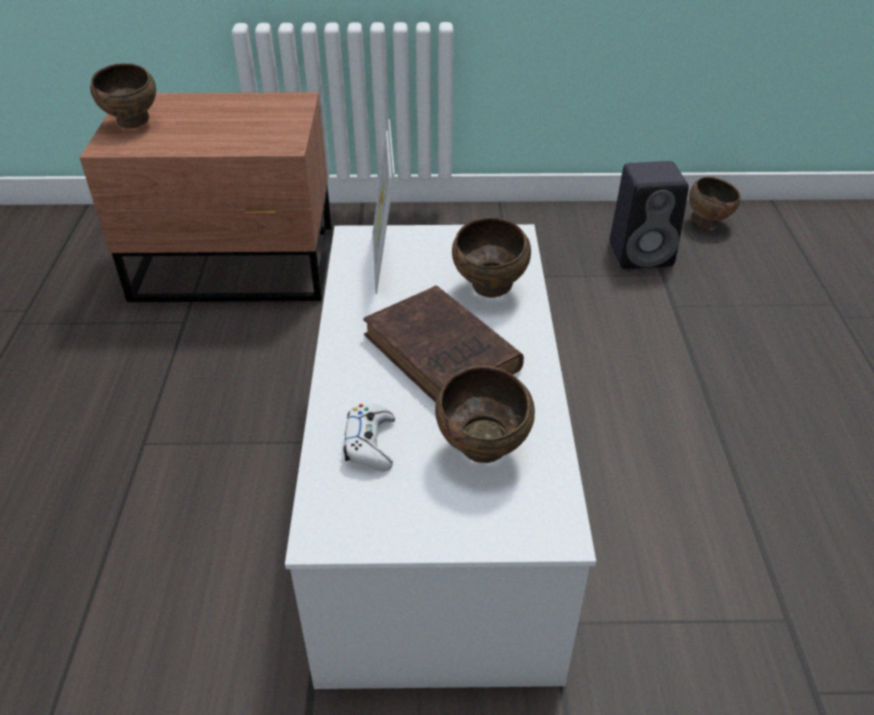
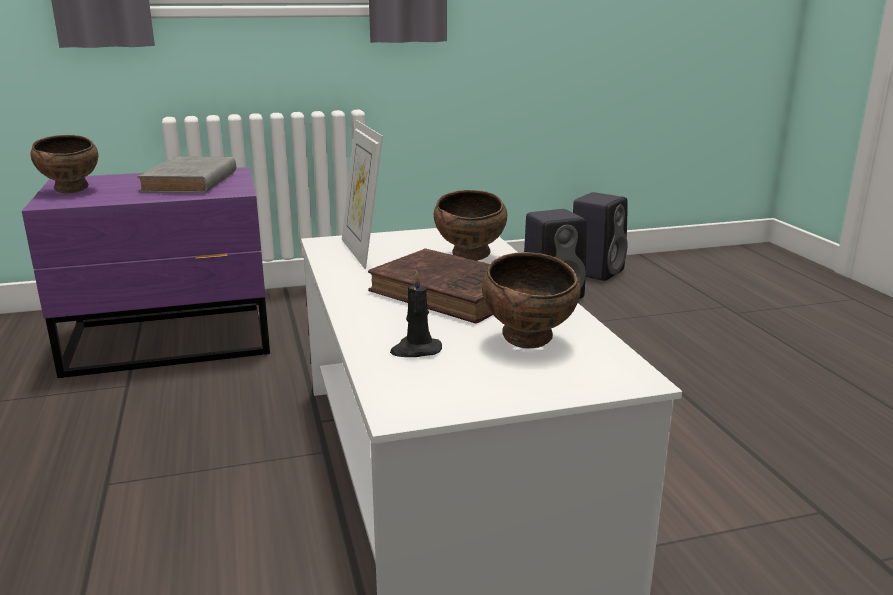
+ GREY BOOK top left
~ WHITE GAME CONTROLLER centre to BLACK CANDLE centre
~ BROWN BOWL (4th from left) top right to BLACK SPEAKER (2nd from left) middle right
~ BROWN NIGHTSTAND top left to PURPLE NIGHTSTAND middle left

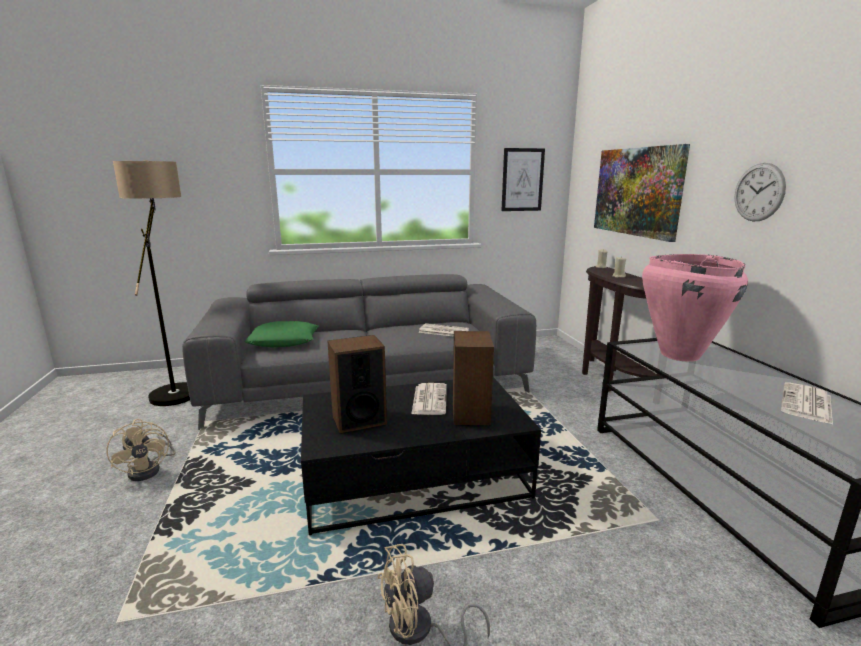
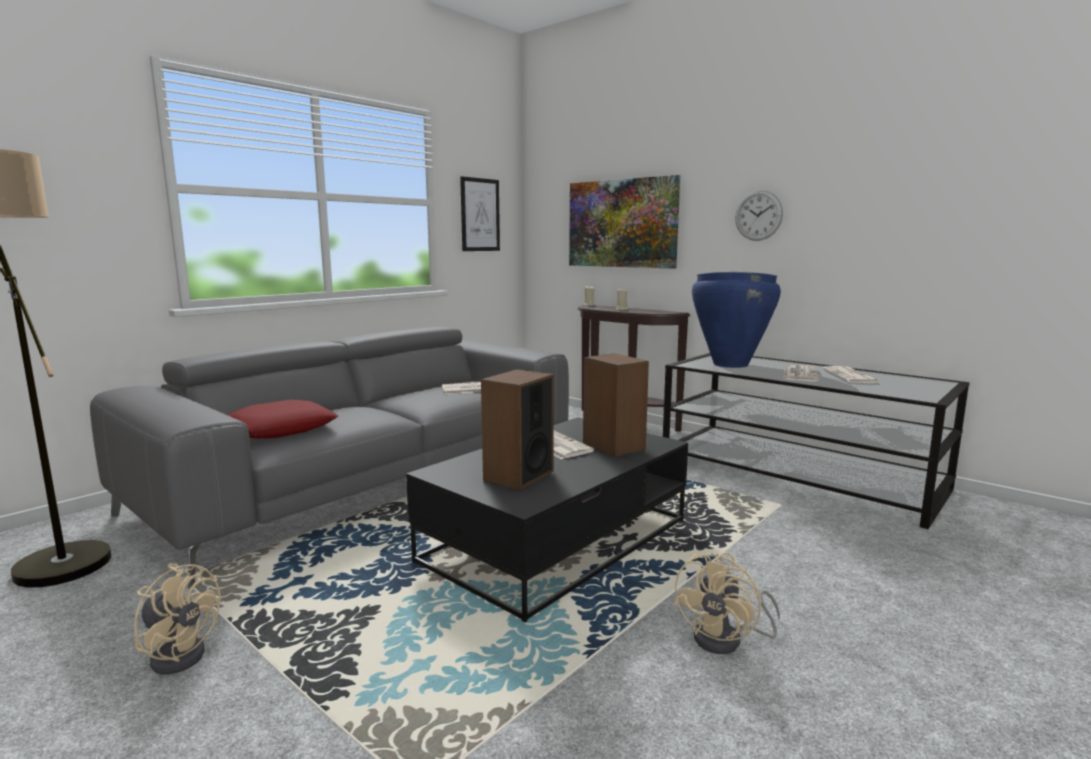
+ NEWSPAPER (3rd from left) middle right
~ GREEN PILLOW middle left to RED PILLOW middle left
~ PINK VASE middle right to BLUE VASE middle right

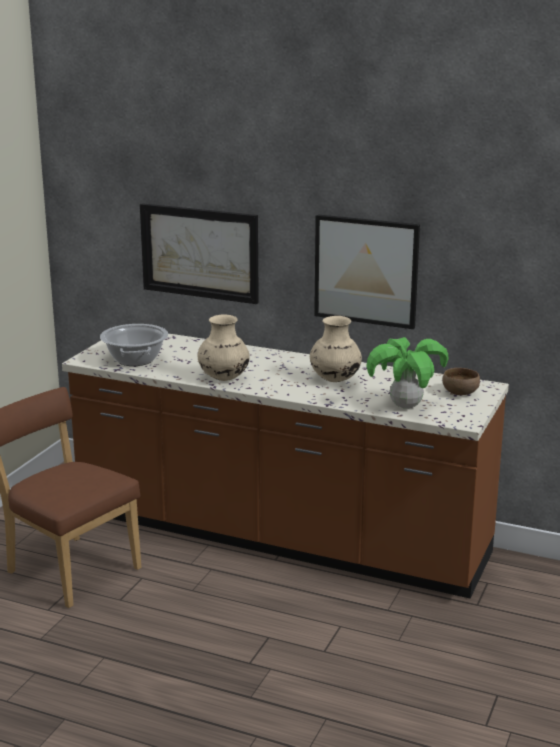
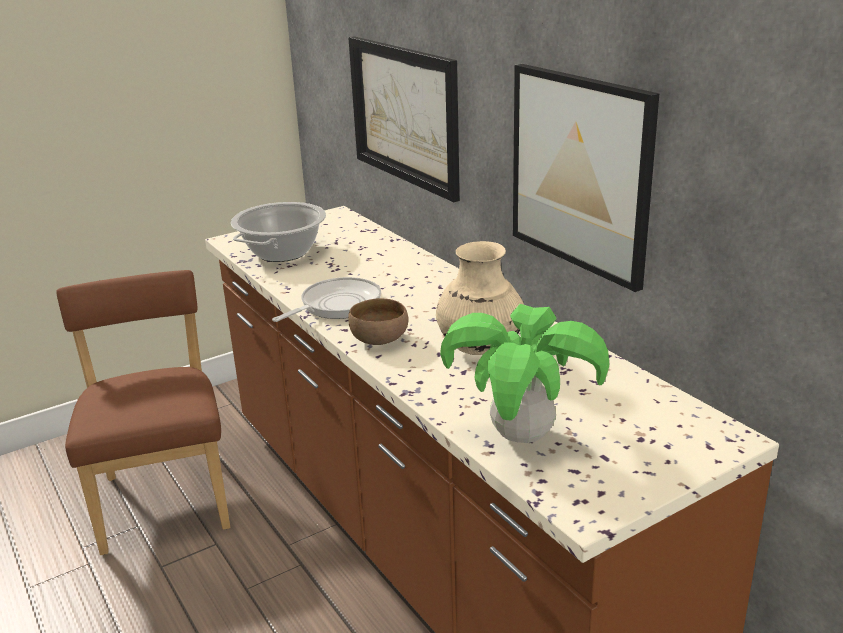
~ BROWN BOWL middle right to centre
~ BEIGE VASE (1st from left) centre to FRYING PAN centre

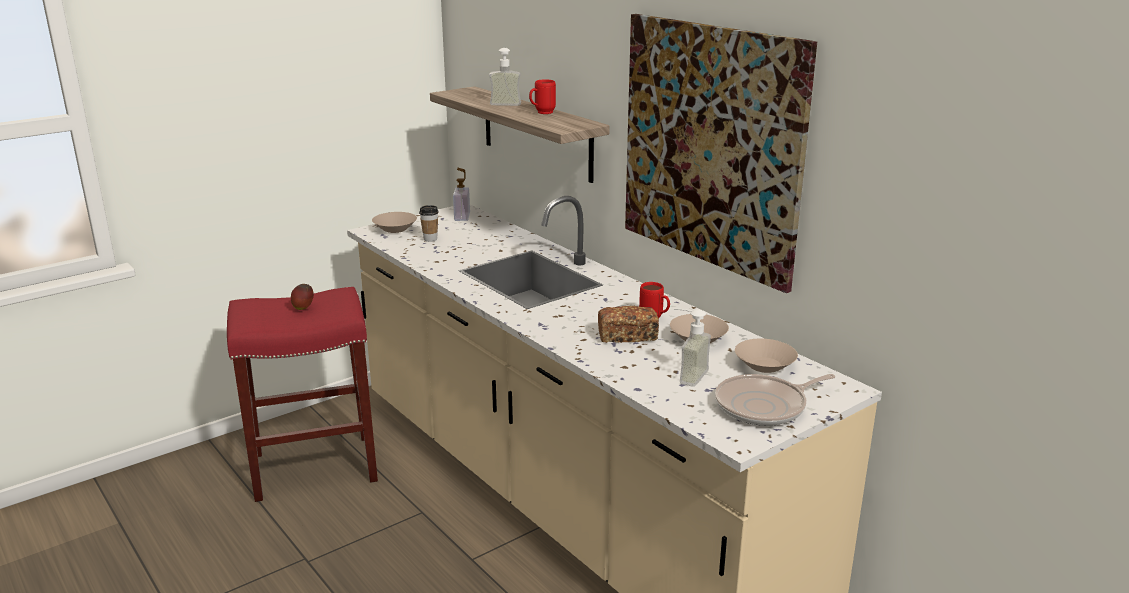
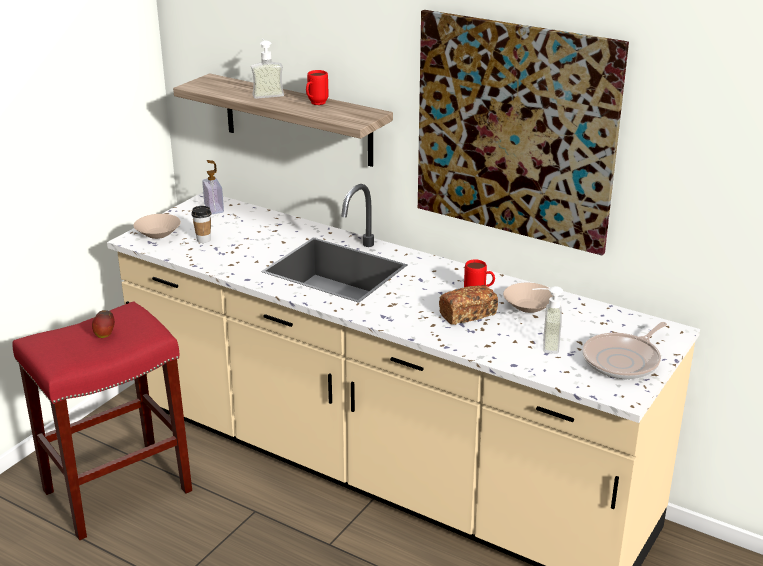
- BEIGE BOWL (3rd from left) middle right

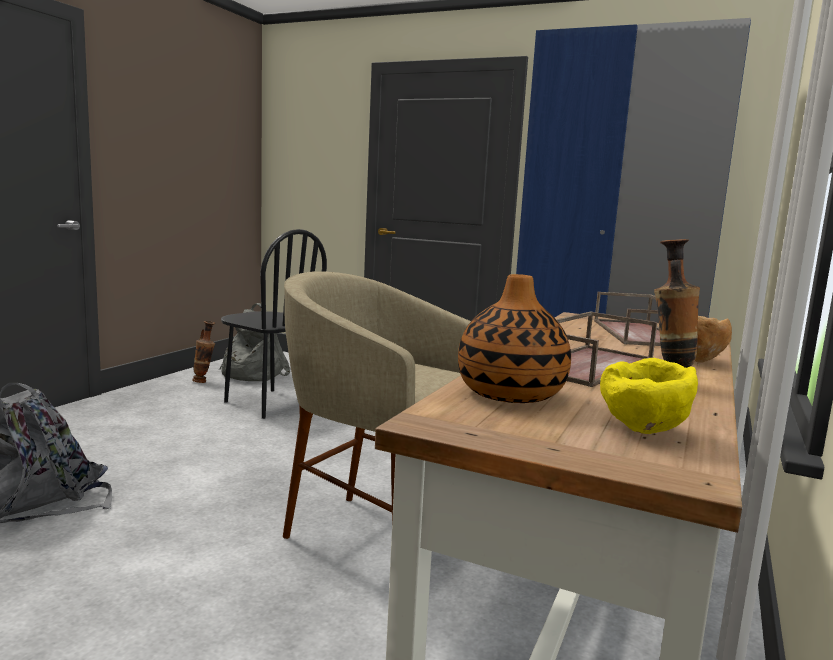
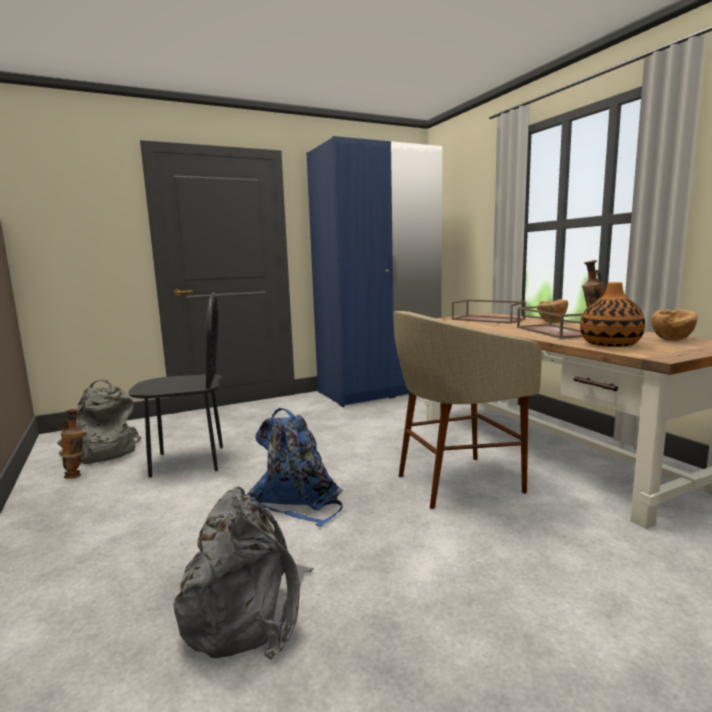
+ BLUE BACKPACK centre
~ YELLOW BOWL middle right to BROWN BOWL (2nd from left) middle right

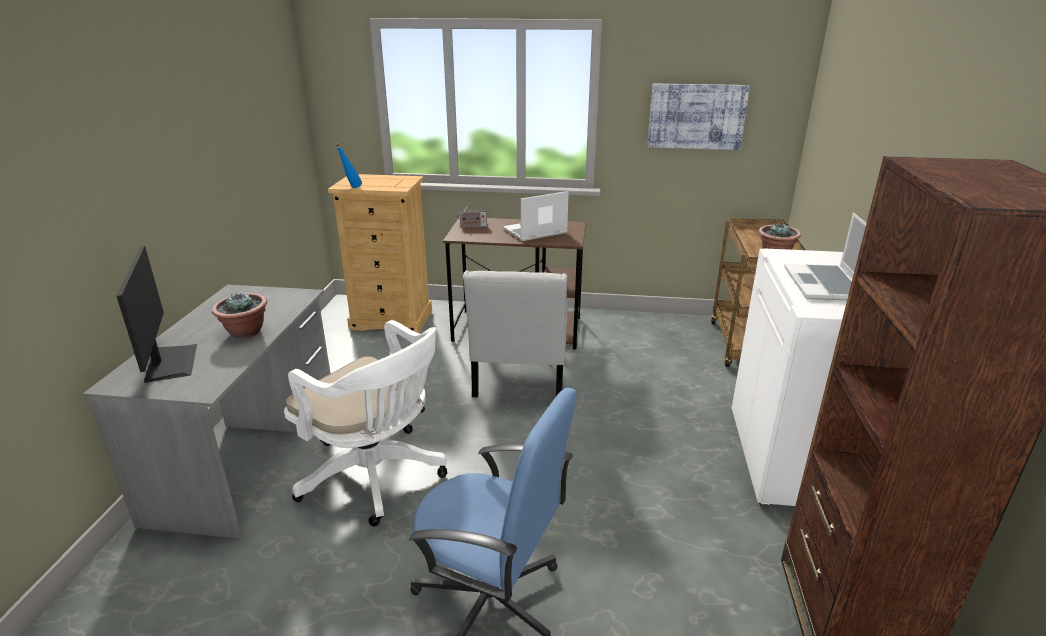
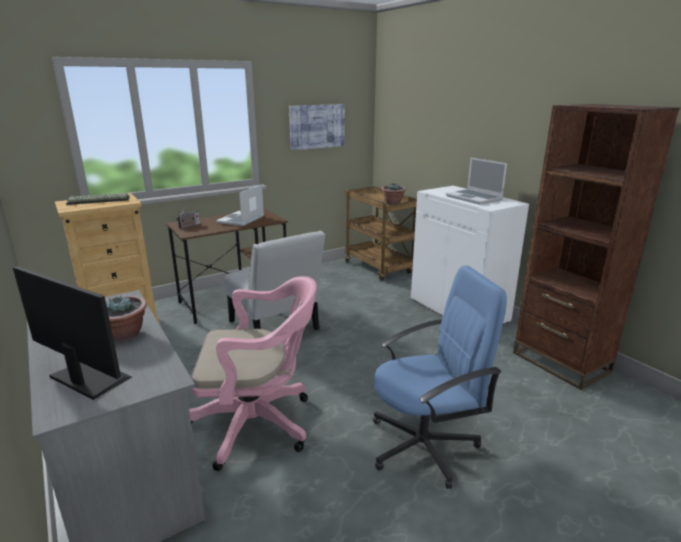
- BLUE BOTTLE top left
+ KEYBOARD middle left
~ WHITE OFFICE CHAIR centre to PINK OFFICE CHAIR bottom centre

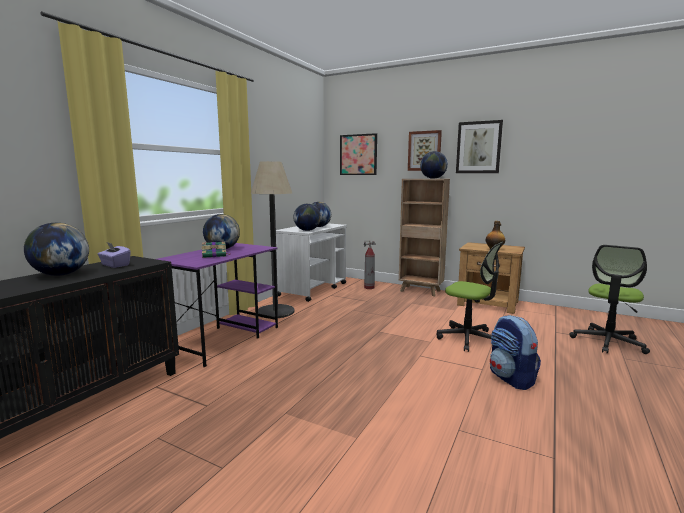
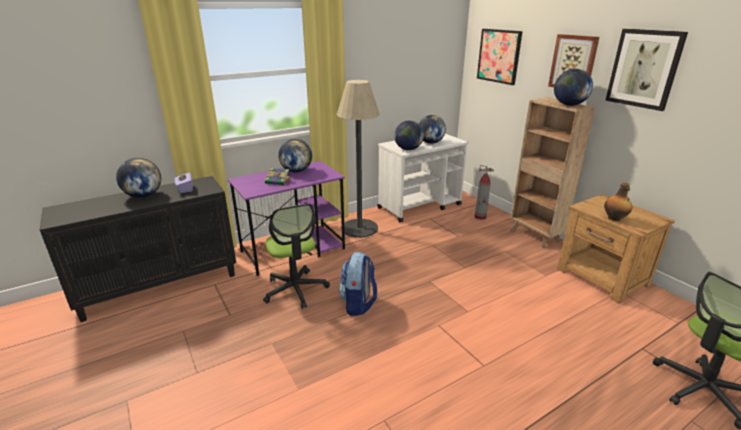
~ OFFICE CHAIR (1st from left) middle right to centre
~ BACKPACK bottom right to centre

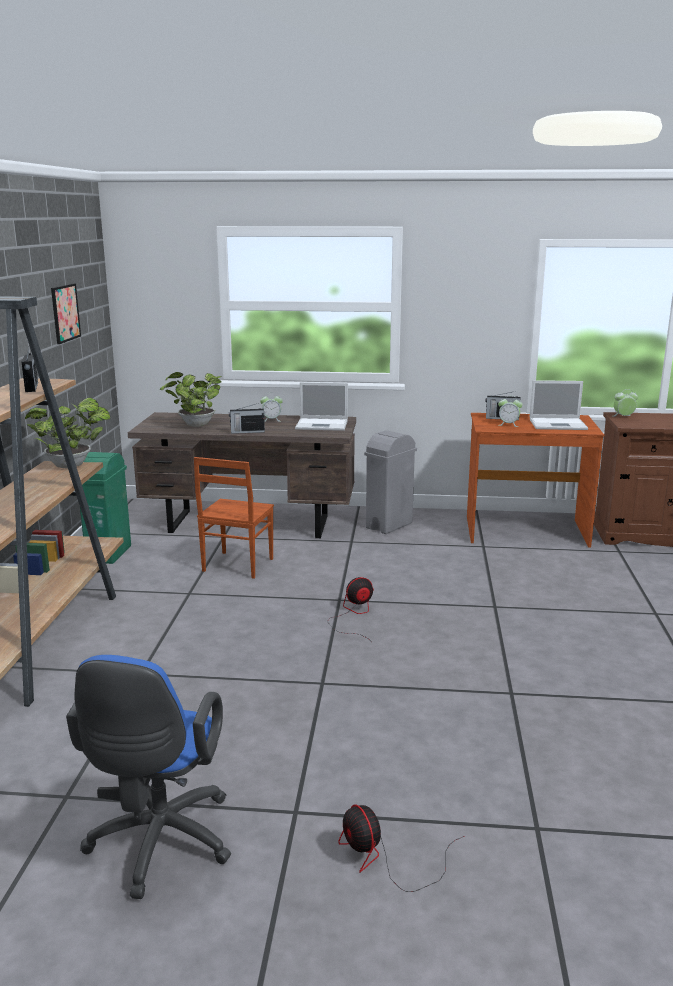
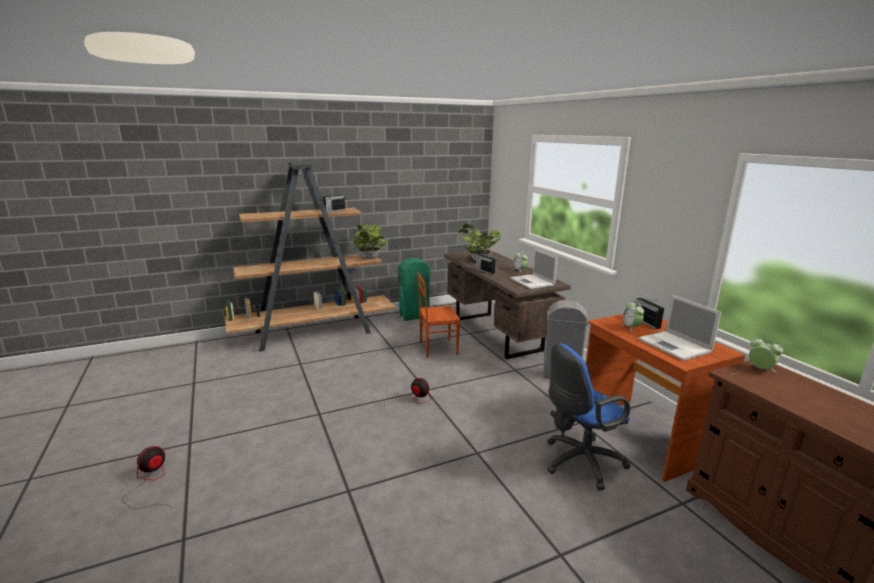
- PICTURE top left
~ BLUE OFFICE CHAIR bottom left to bottom right

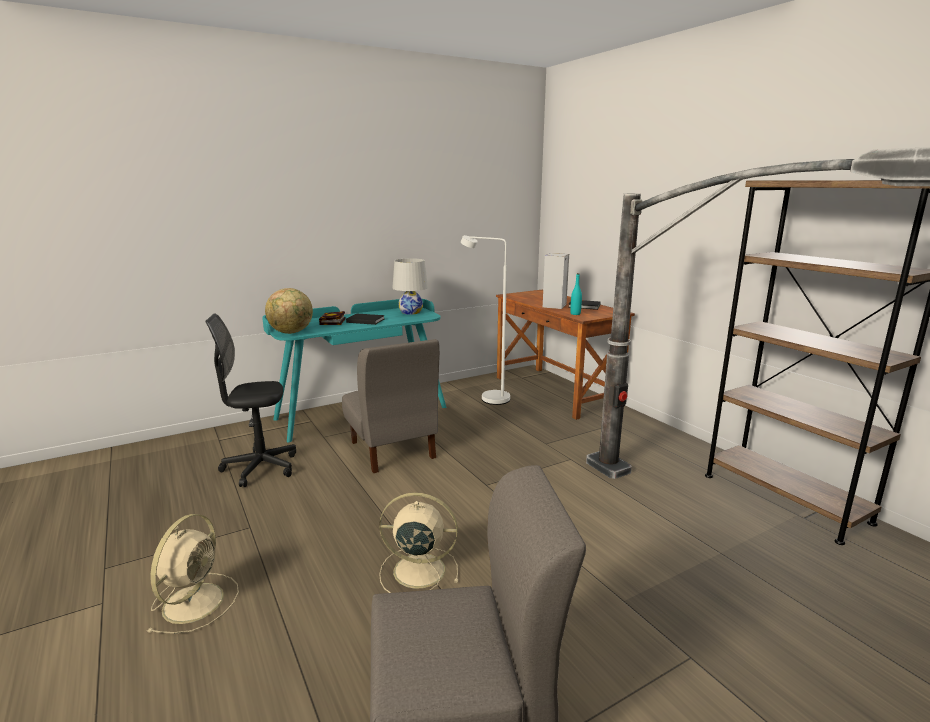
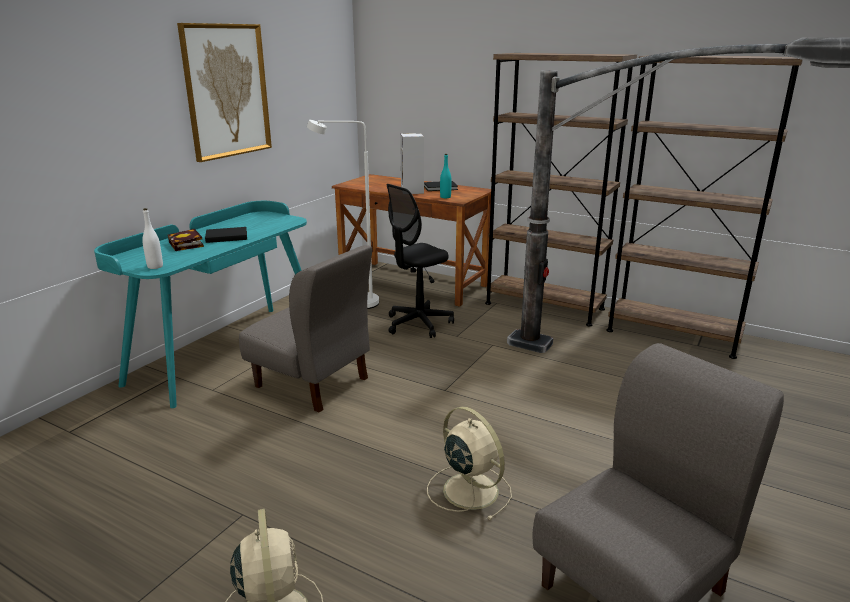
- WHITE TABLE LAMP centre
+ PICTURE top left
+ BROWN BOOKCASE (1st from left) top centre
~ BLACK OFFICE CHAIR middle left to centre
~ GLOBE middle left to WHITE BOTTLE middle left
~ BEIGE FAN (2nd from left) bottom centre = bottom centre 75 degrees clockwise

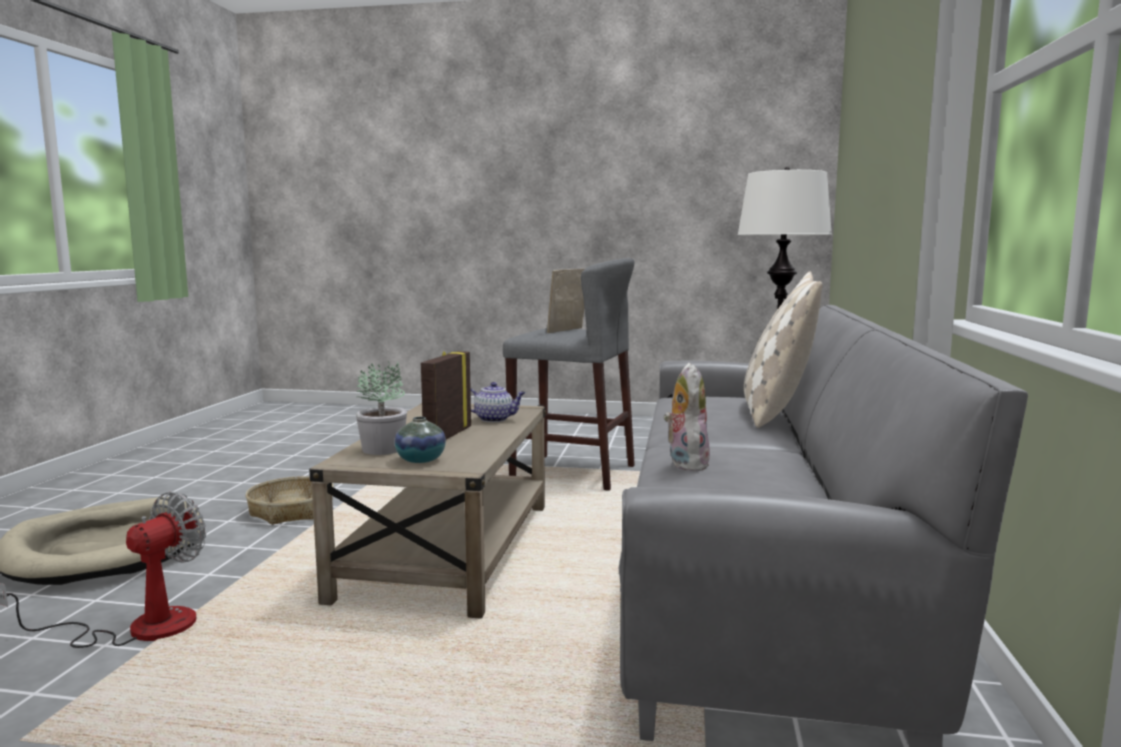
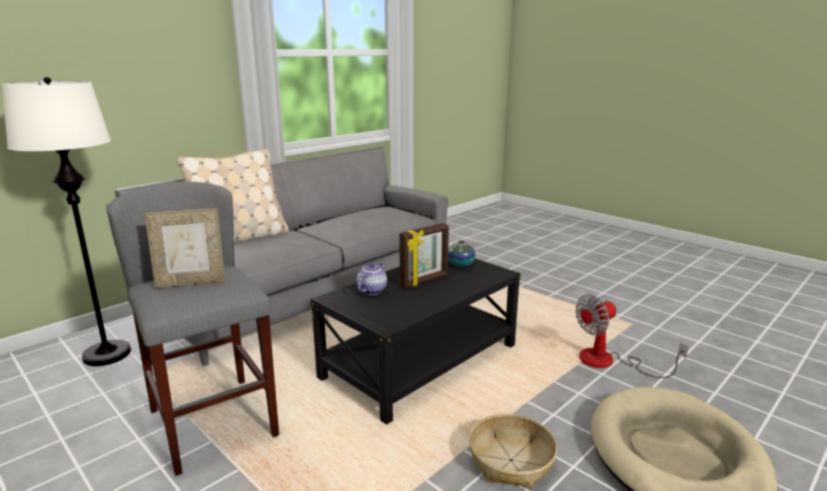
- POTTED PLANT centre
- PLUSH TOY centre
~ BEIGE COFFEE TABLE bottom centre to BLACK COFFEE TABLE bottom centre
~ TEAPOT centre = centre 75 degrees clockwise

